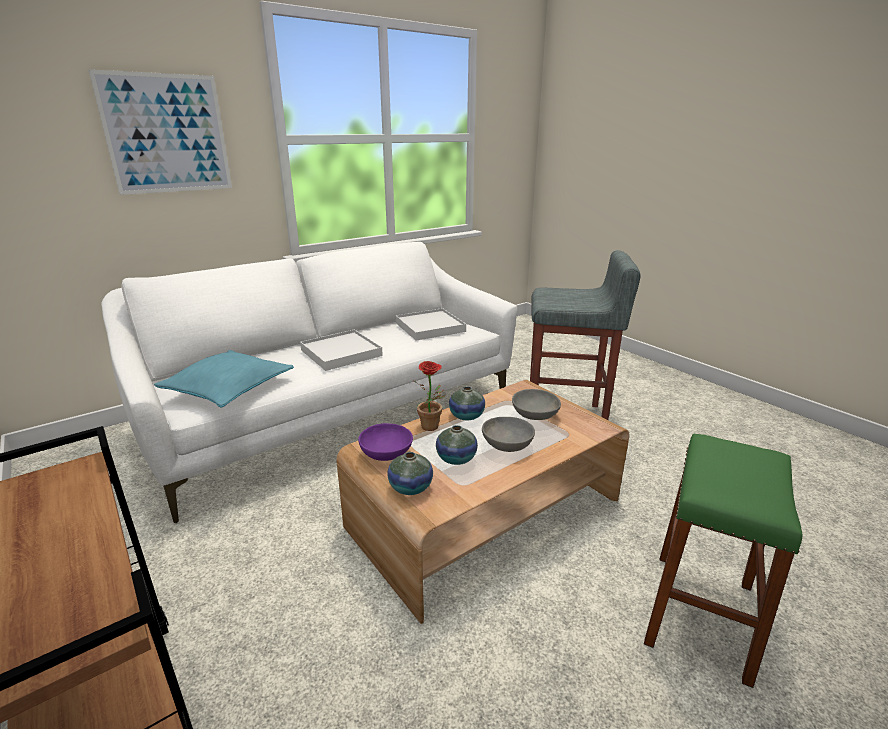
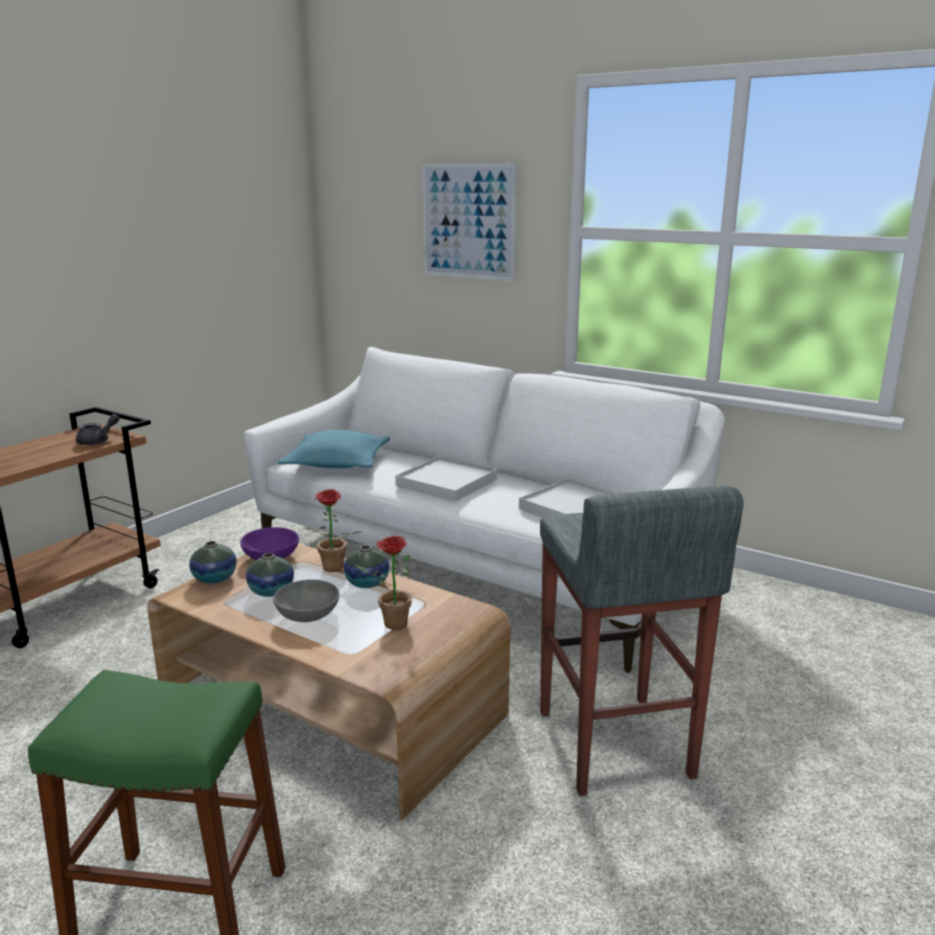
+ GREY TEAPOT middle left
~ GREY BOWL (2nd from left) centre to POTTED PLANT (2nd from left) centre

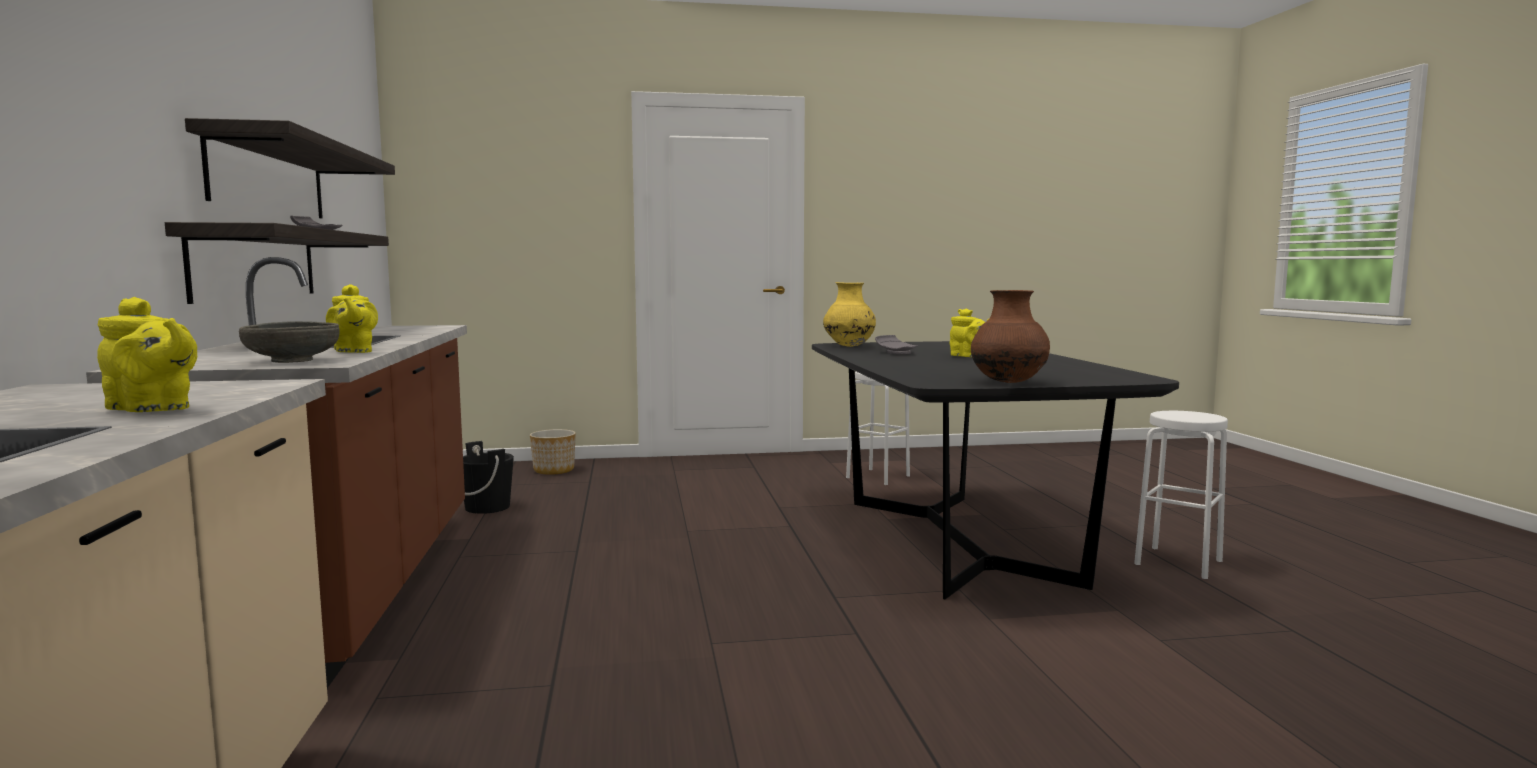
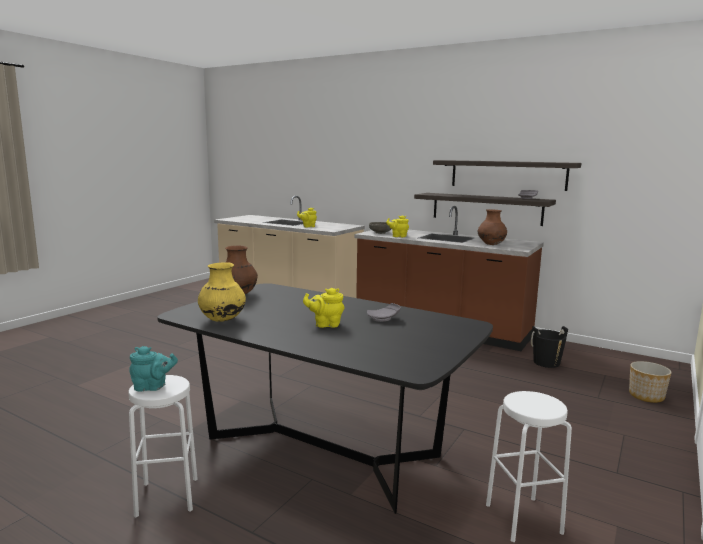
+ TURQUOISE TEAPOT bottom left
+ BROWN VASE (2nd from left) middle right
~ YELLOW VASE centre to middle left

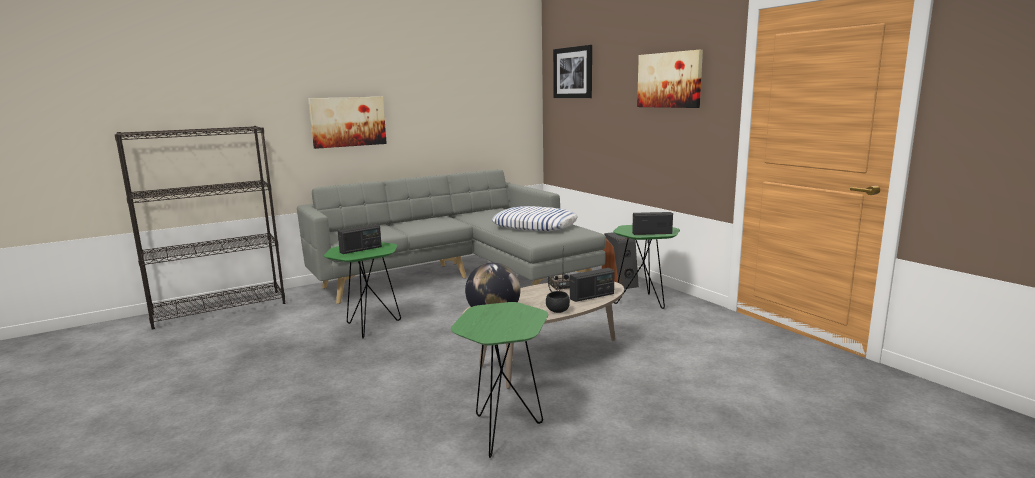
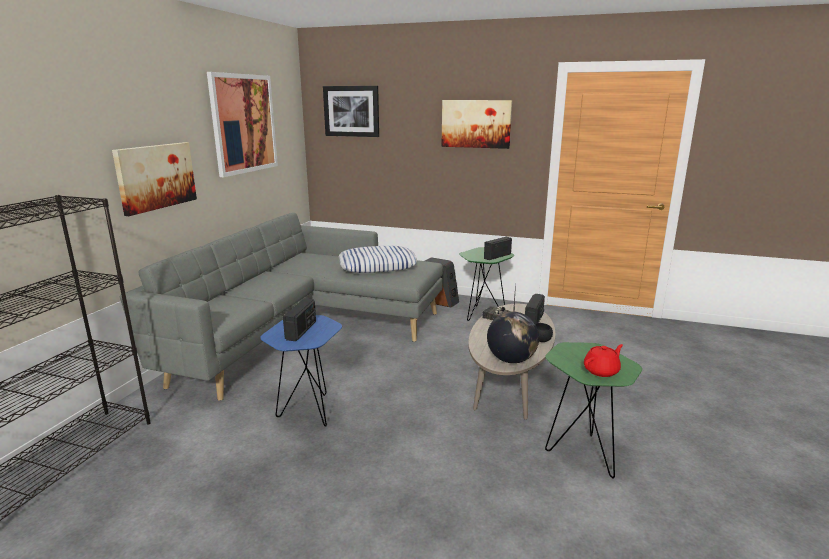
+ PICTURE (2nd from left) top left
+ RED TEAPOT middle right
~ GREEN SIDE TABLE (1st from left) centre to BLUE SIDE TABLE centre

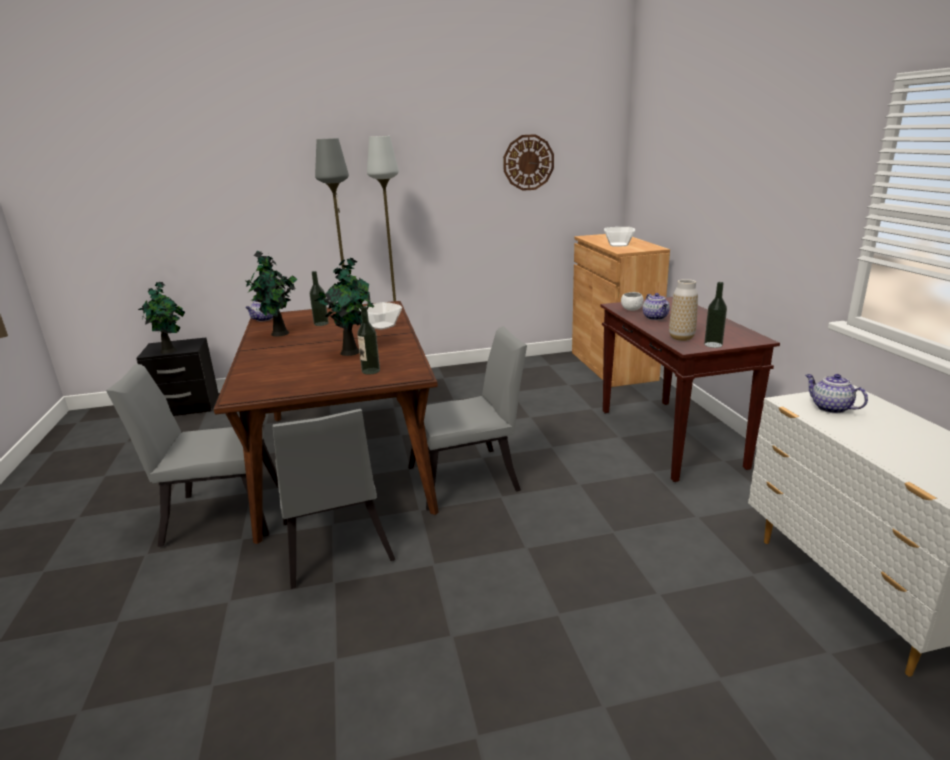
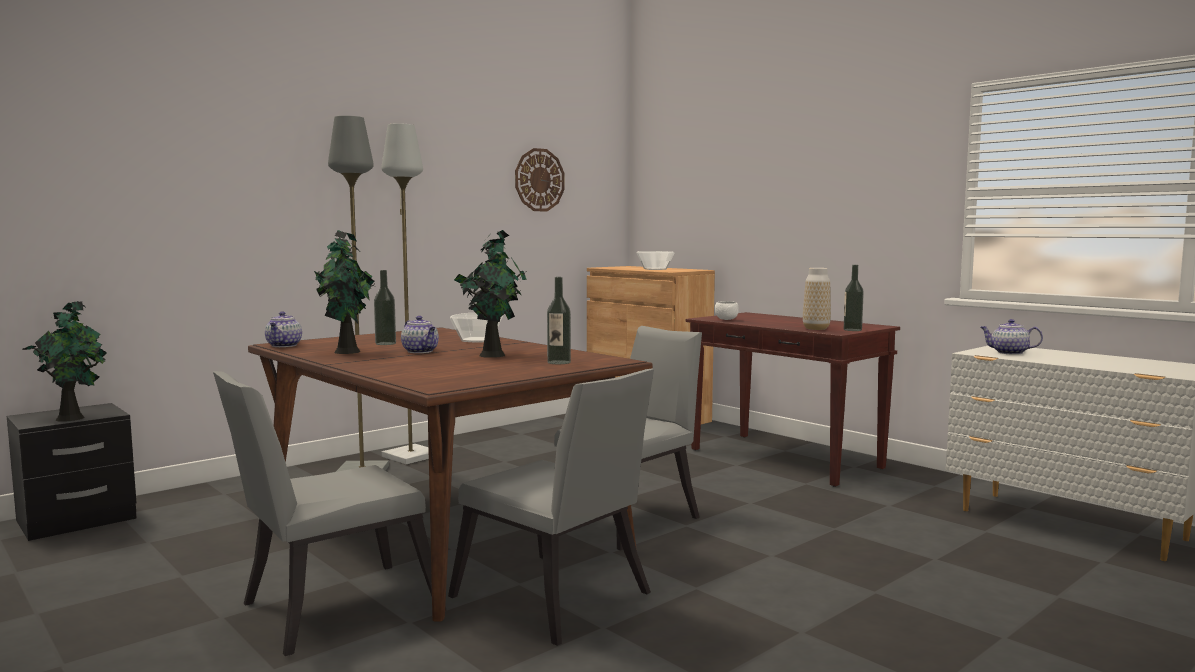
~ TEAPOT (2nd from left) middle right to centre

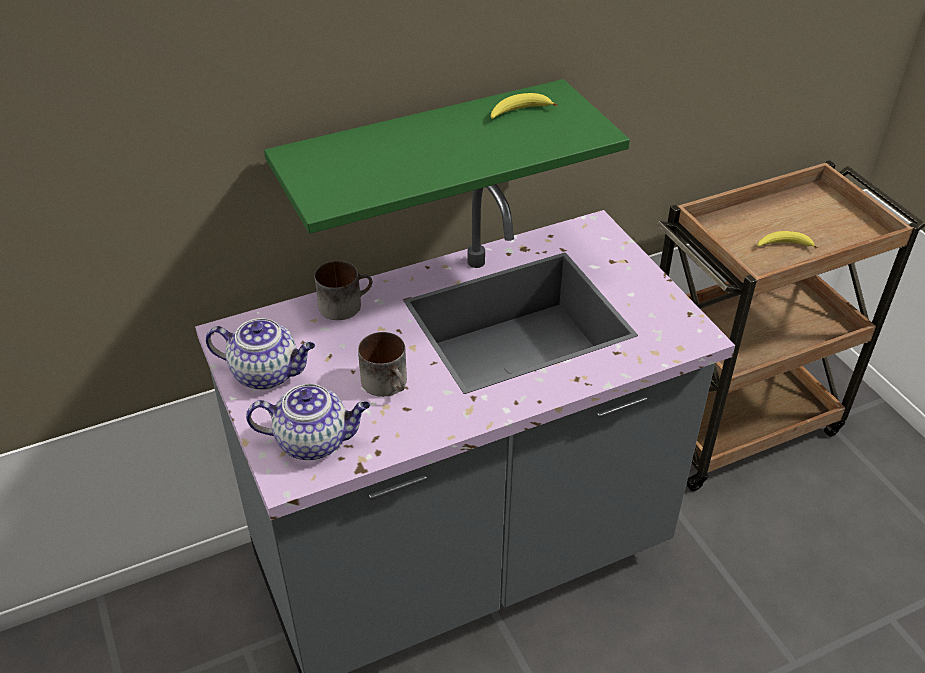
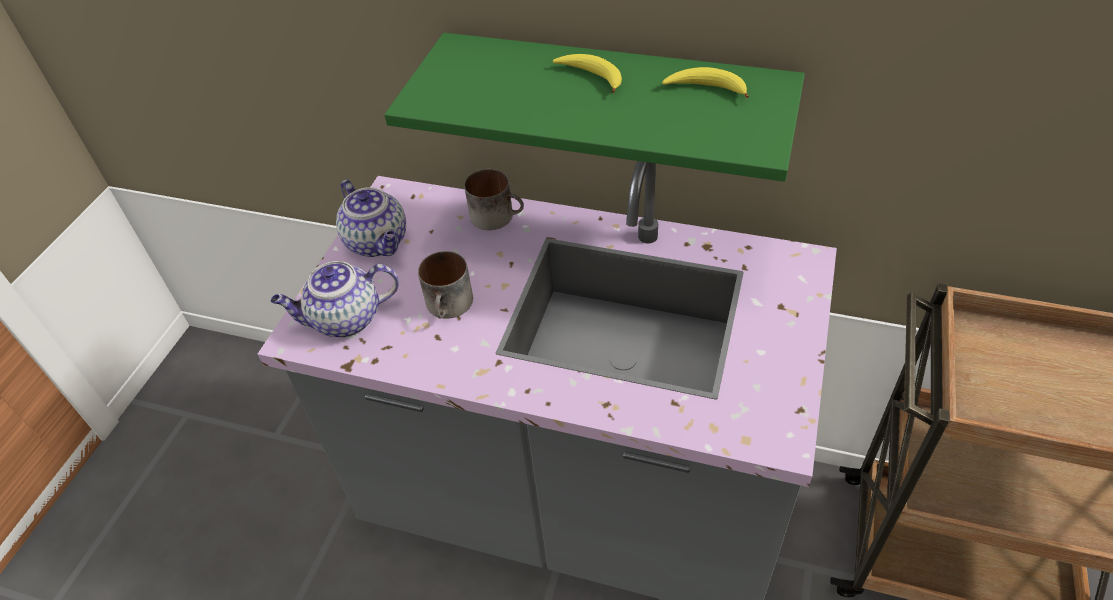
~ BANANA (2nd from left in the first image) middle right to BANANA (1st from left) top centre
~ TEAPOT (2nd from left in the first image) middle left = middle left 120 degrees clockwise

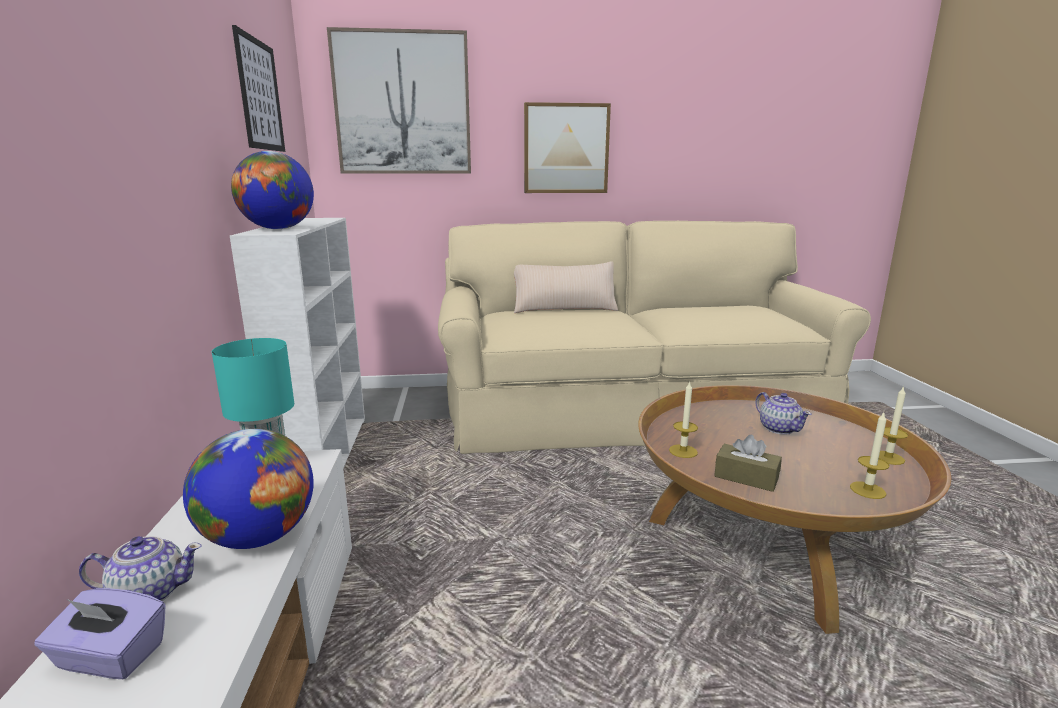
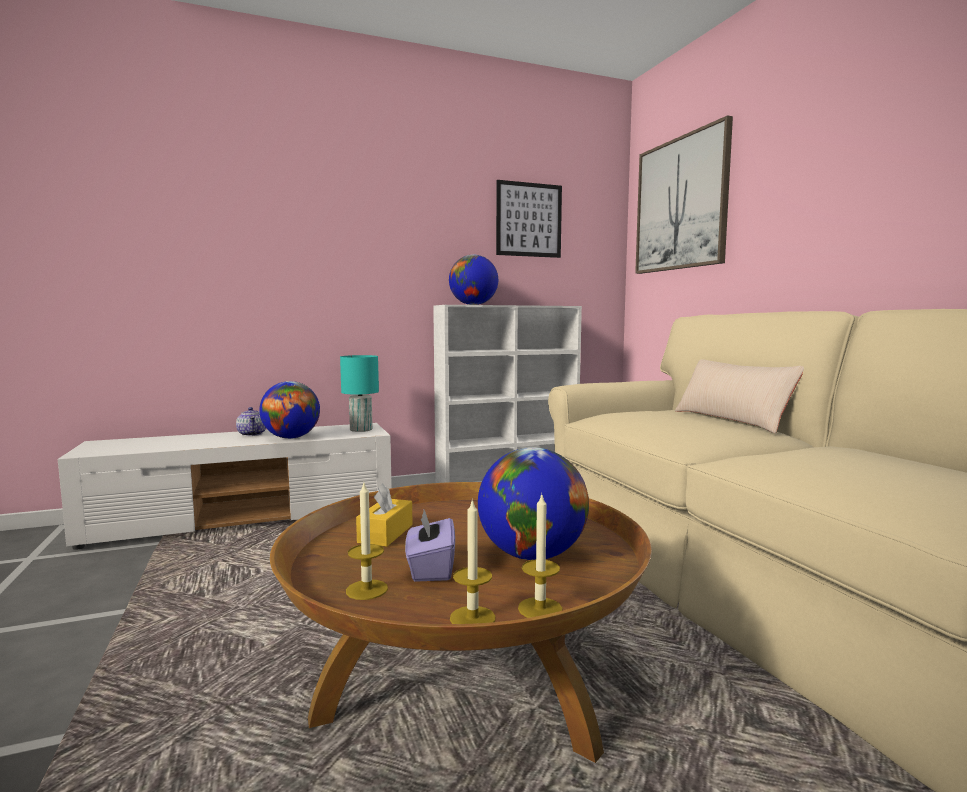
- PICTURE (3rd from left) top centre
~ PURPLE TISSUE BOX bottom left to bottom centre
~ CANDLE (1st from left in the first image) centre to CANDLE (3rd from left) bottom centre
~ TEAPOT (2nd from left) middle right to GLOBE (3rd from left) centre
~ BROWN TISSUE BOX middle right to YELLOW TISSUE BOX centre

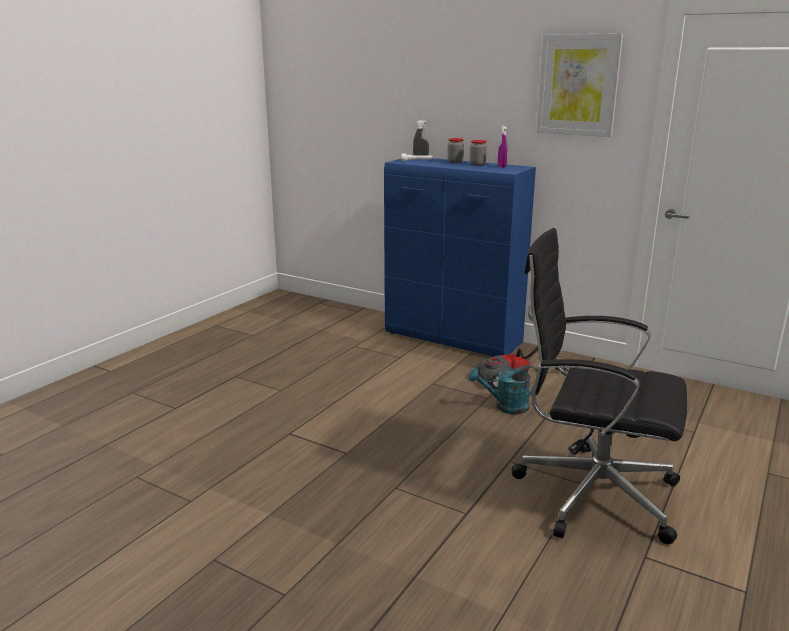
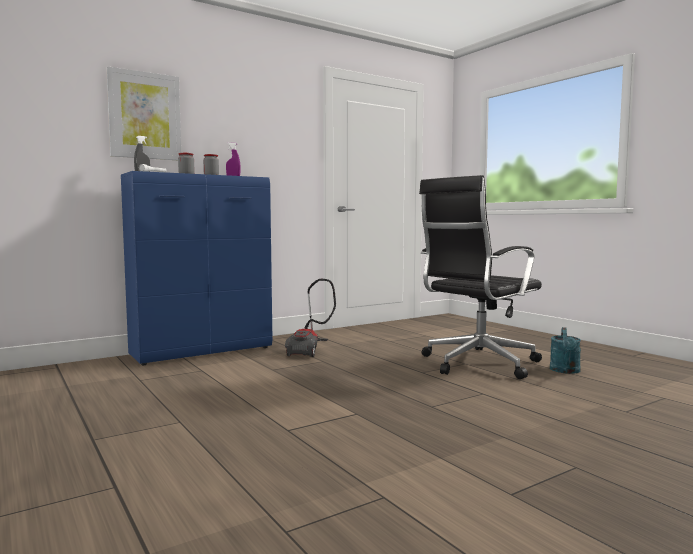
~ TURQUOISE WATERING CAN centre to middle right
~ PICTURE top right to top left

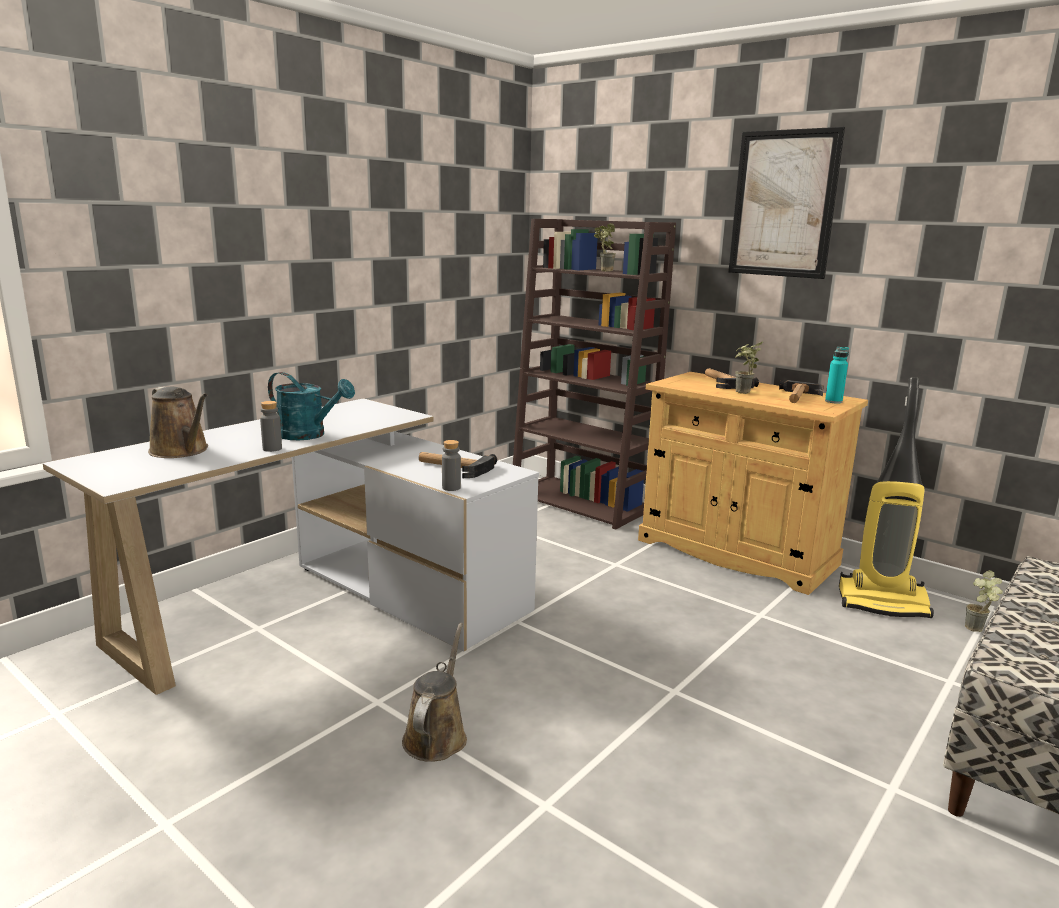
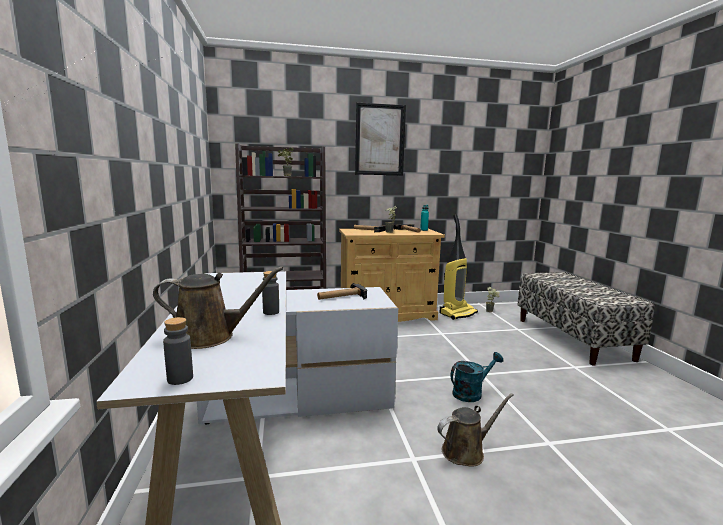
~ TURQUOISE WATERING CAN middle left to bottom centre
~ GREY BOTTLE (2nd from left in the first image) centre to GREY BOTTLE (1st from left) bottom left
~ BROWN WATERING CAN (2nd from left) bottom centre = bottom centre 105 degrees clockwise

